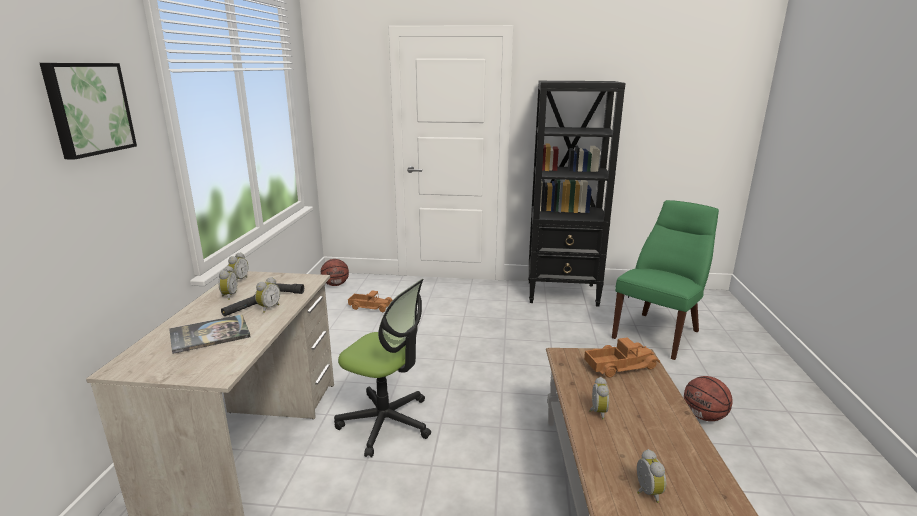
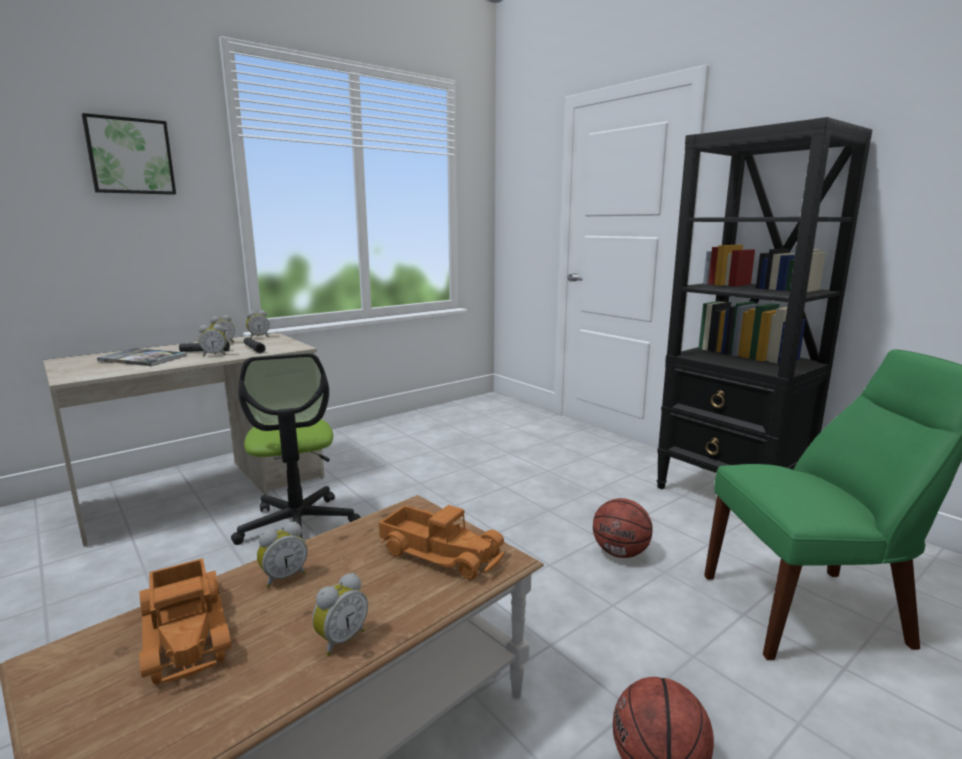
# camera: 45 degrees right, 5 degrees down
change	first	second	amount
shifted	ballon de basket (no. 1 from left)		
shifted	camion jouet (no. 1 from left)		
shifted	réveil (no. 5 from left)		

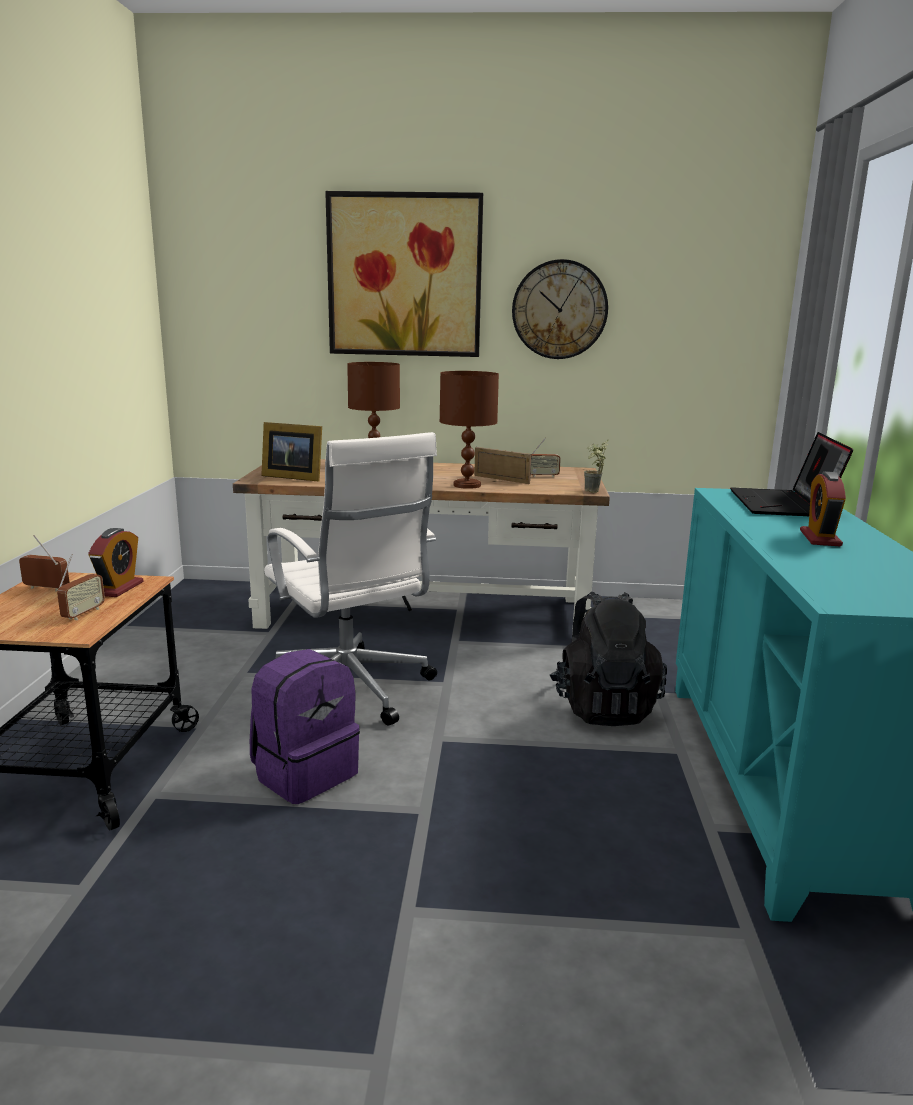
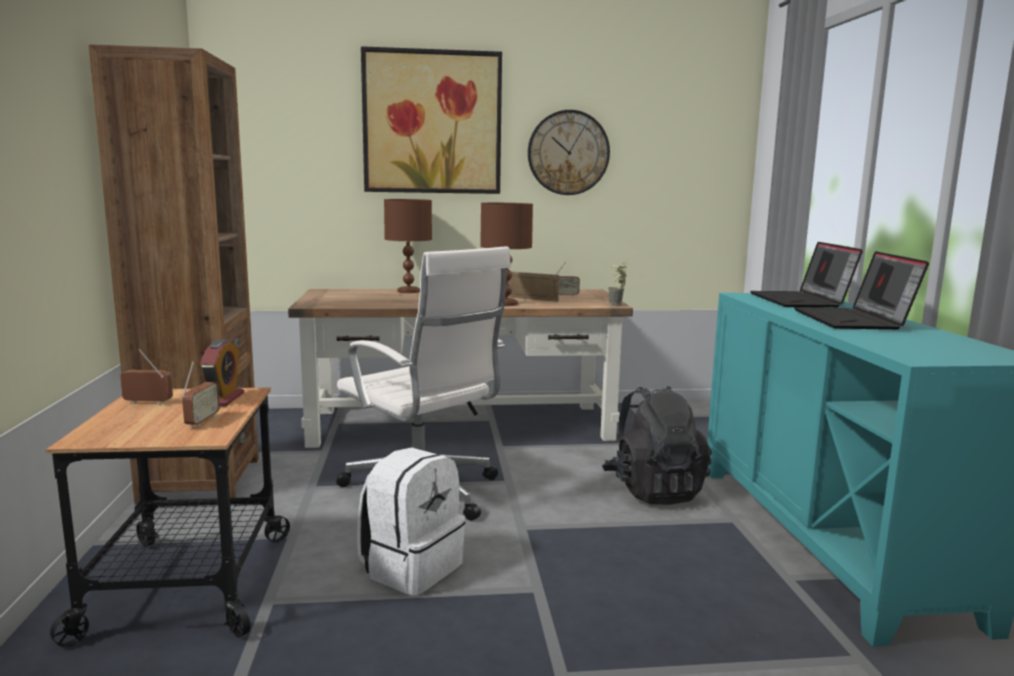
# camera: 10 degrees left, 5 degrees down
change	first	second	amount
repainted	sac à dos (violet)	sac à dos (blanc)	
gone	cadre photo (no. 1 from left)		
swapped	réveil (no. 2 from left)	ordinateur portable (no. 2 from left)	
new		bibliothèque (marron)	

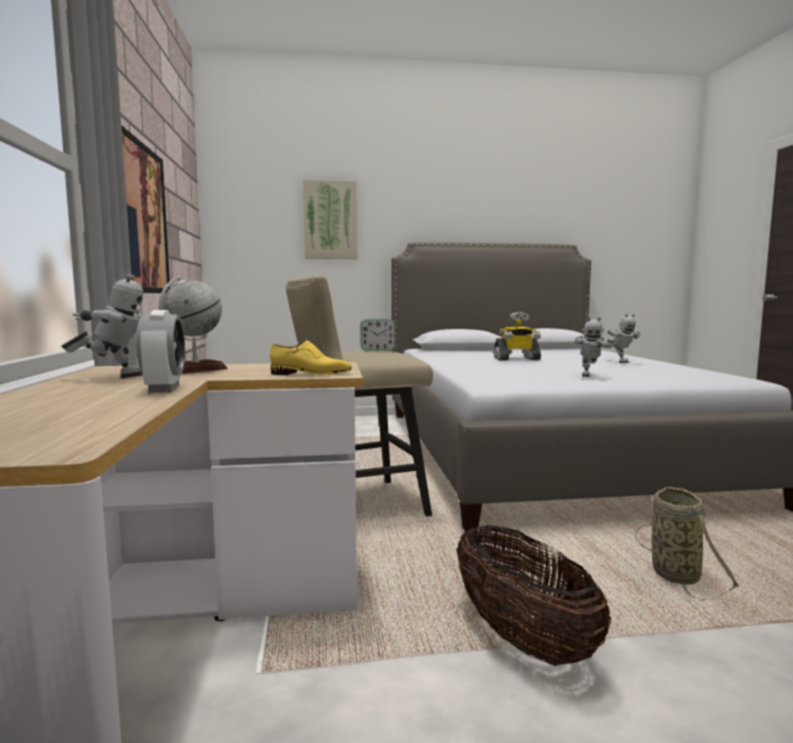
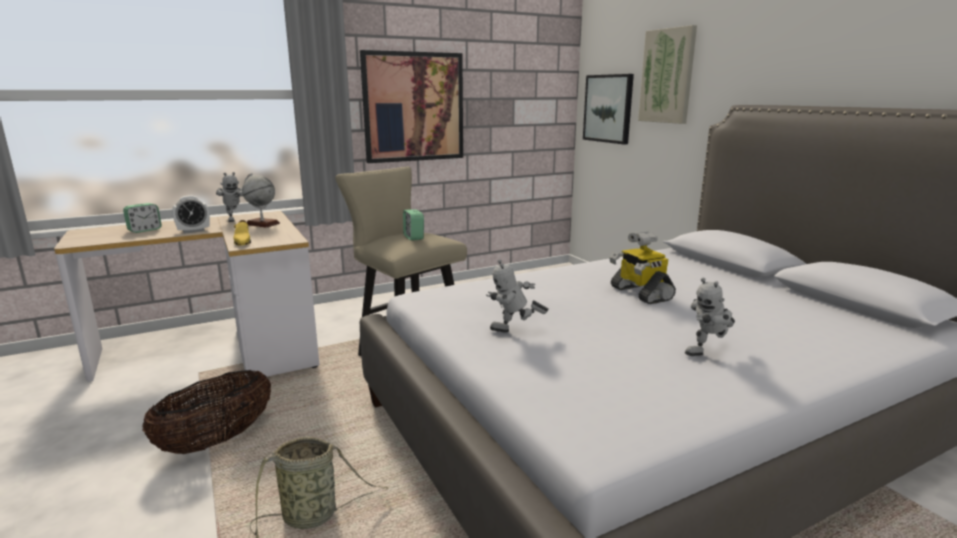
# camera: 70 degrees right, 10 degrees up
change	first	second	amount
new		réveil (no. 1 from left)	
new		tableau (no. 2 from left)	

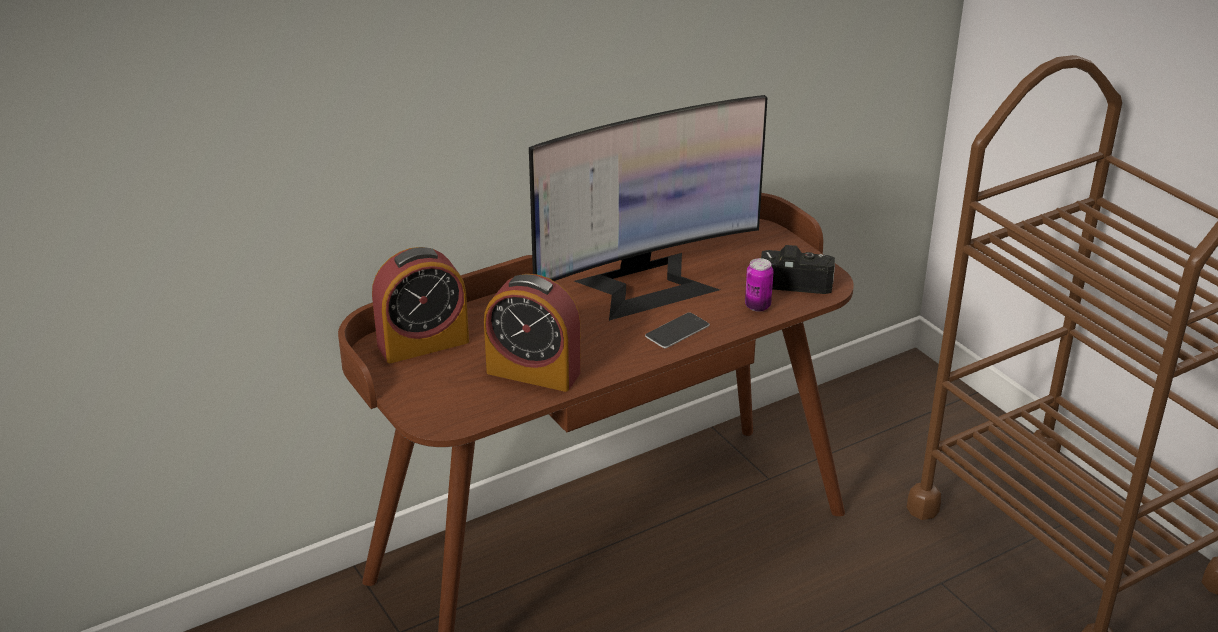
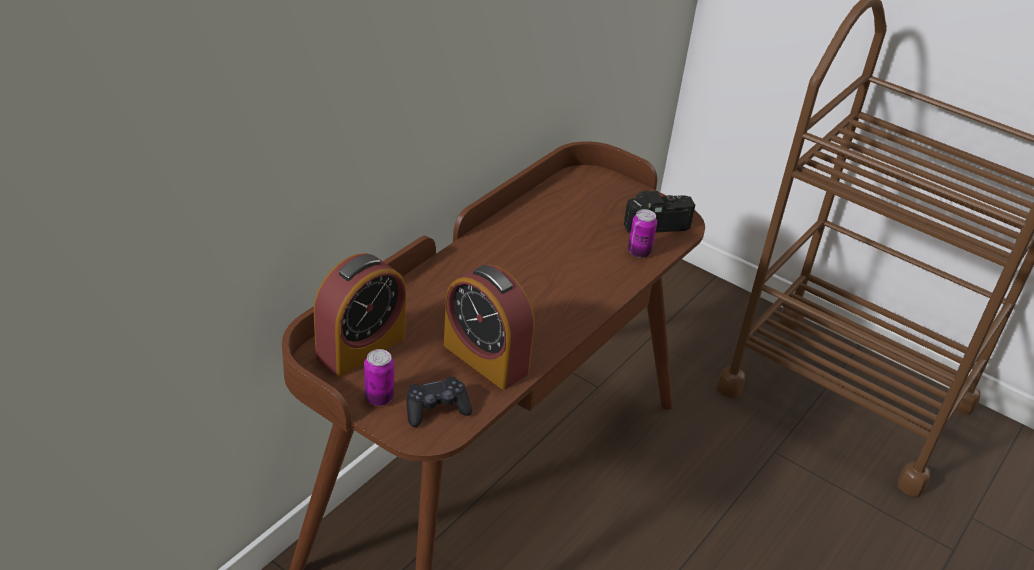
# camera: 25 degrees left, 5 degrees up
change	first	second	amount
rotated	réveil (no. 2 from left)		45 degrees clockwise
gone	écran d'ordinateur		
gone	téléphone		
new		boîte métallique (no. 1 from left)	
new		manette (noir)	

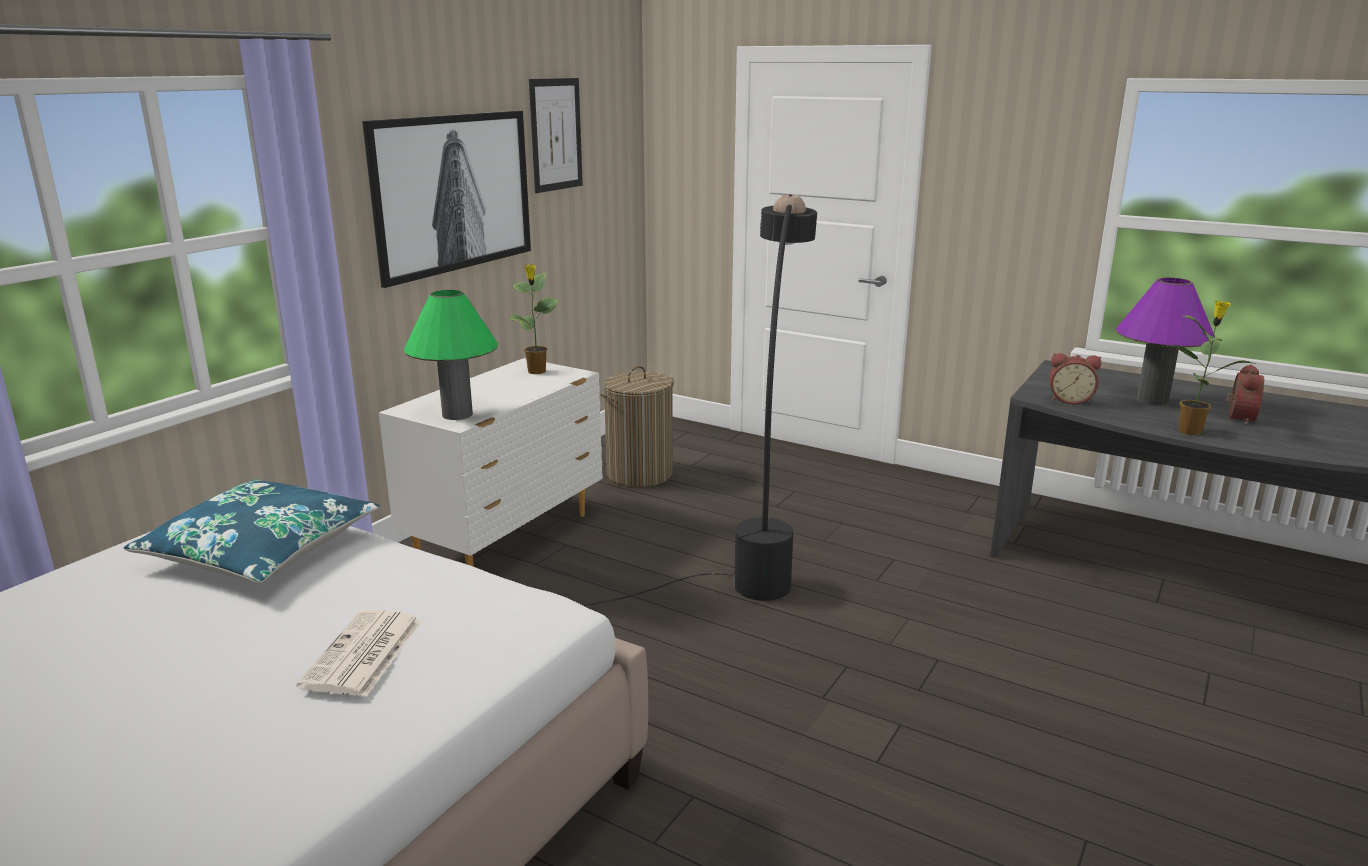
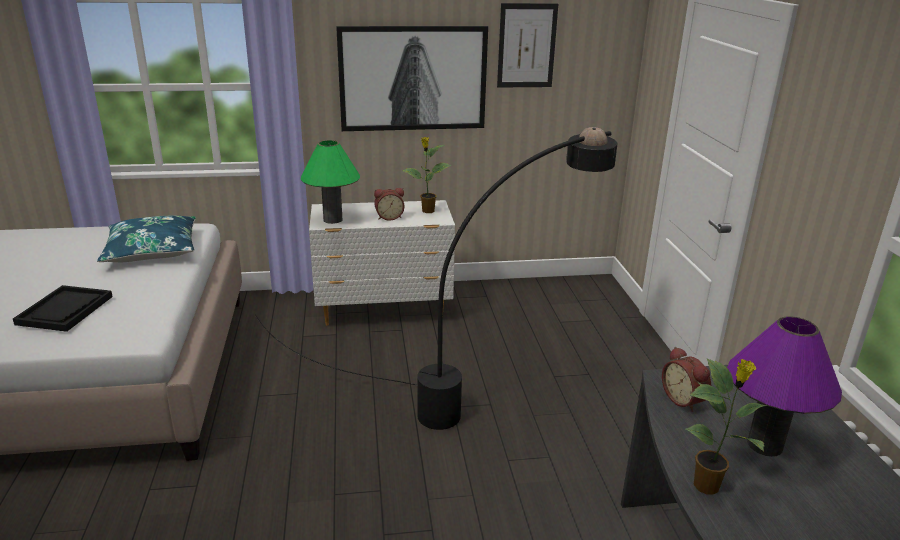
# camera: 50 degrees right, 5 degrees up
change	first	second	amount
swapped	journal	plateau (noir)	
gone	panier à linge		
shifted	réveil (no. 2 from left in the first image)	réveil (no. 1 from left)	

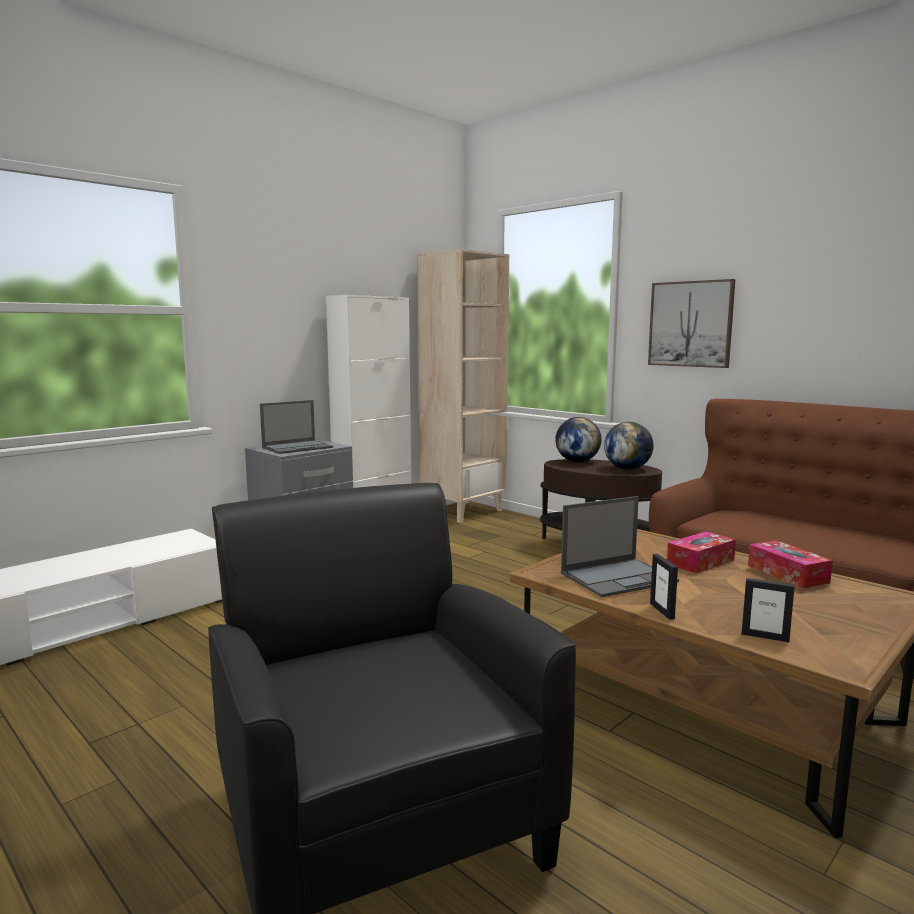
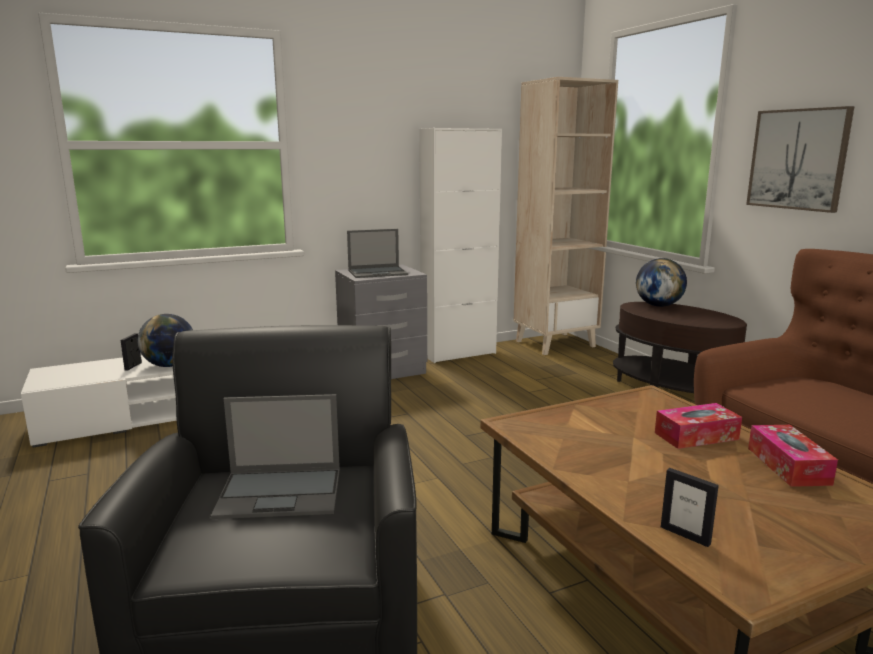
# camera: 20 degrees right, 5 degrees up
change	first	second	amount
shifted	ordinateur portable (no. 2 from left in the first image)	ordinateur portable (no. 1 from left)	
shifted	globe (no. 2 from left in the first image)	globe (no. 1 from left)	
shifted	cadre photo (no. 1 from left)		

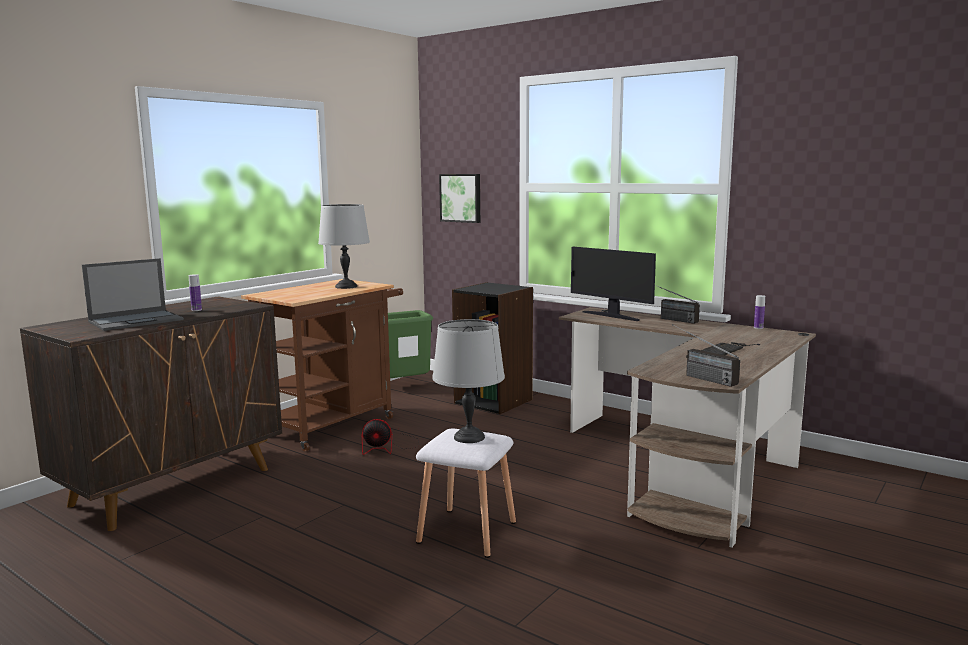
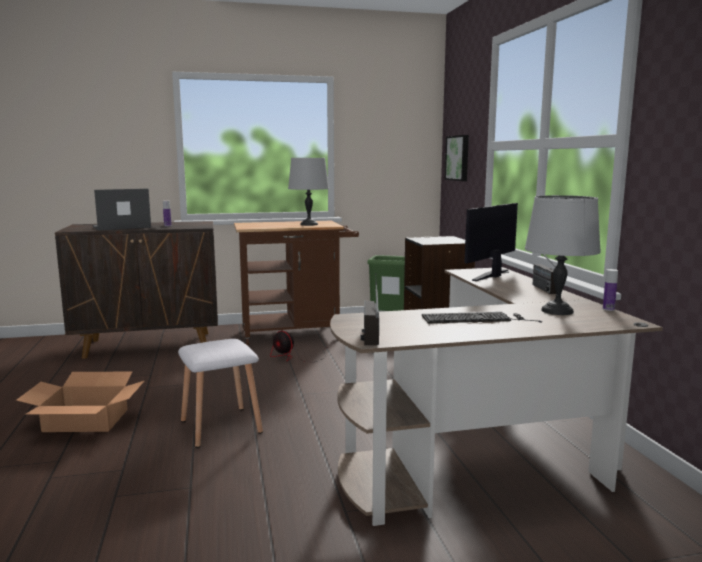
# camera: 40 degrees right, 0 degrees up
change	first	second	amount
rotated	ordinateur portable		150 degrees clockwise
shifted	lampe de table (gris) (no. 2 from left)		
rotated	écran d'ordinateur		45 degrees clockwise
new		carton	

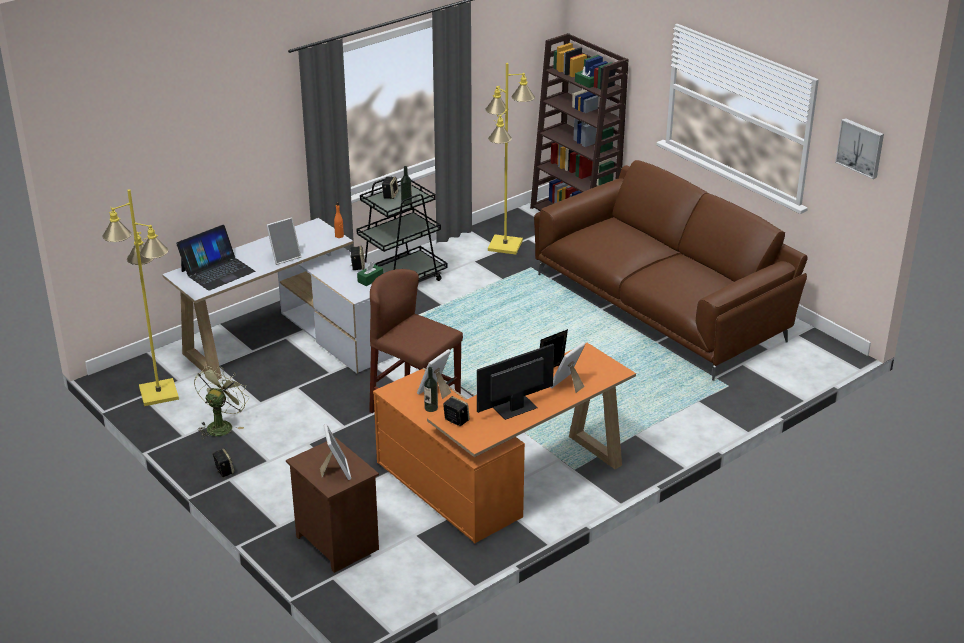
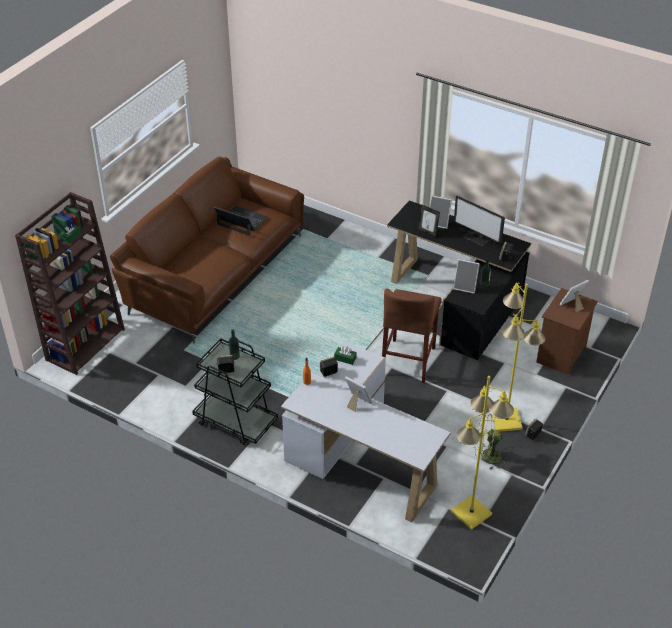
# camera: 110 degrees left, 10 degrees up
change	first	second	amount
shifted	ordinateur portable		
repainted	bureau (orange)	bureau (noir)	
shifted	lampadaire (jaune) (no. 2 from left)		
gone	tableau		

